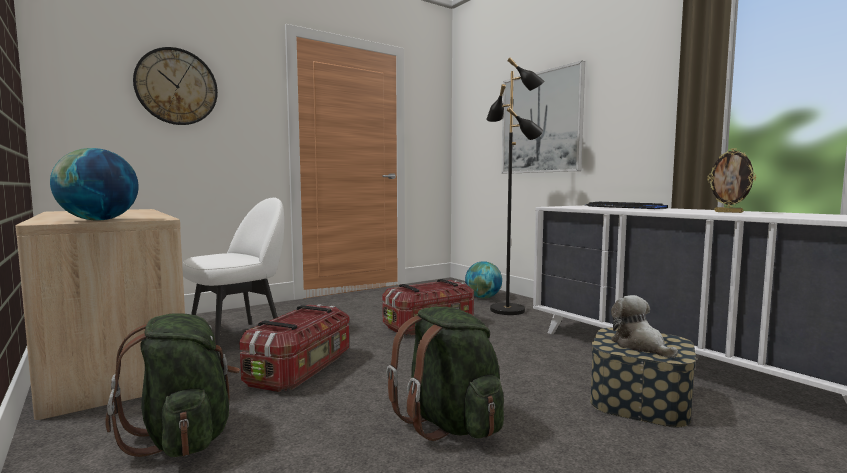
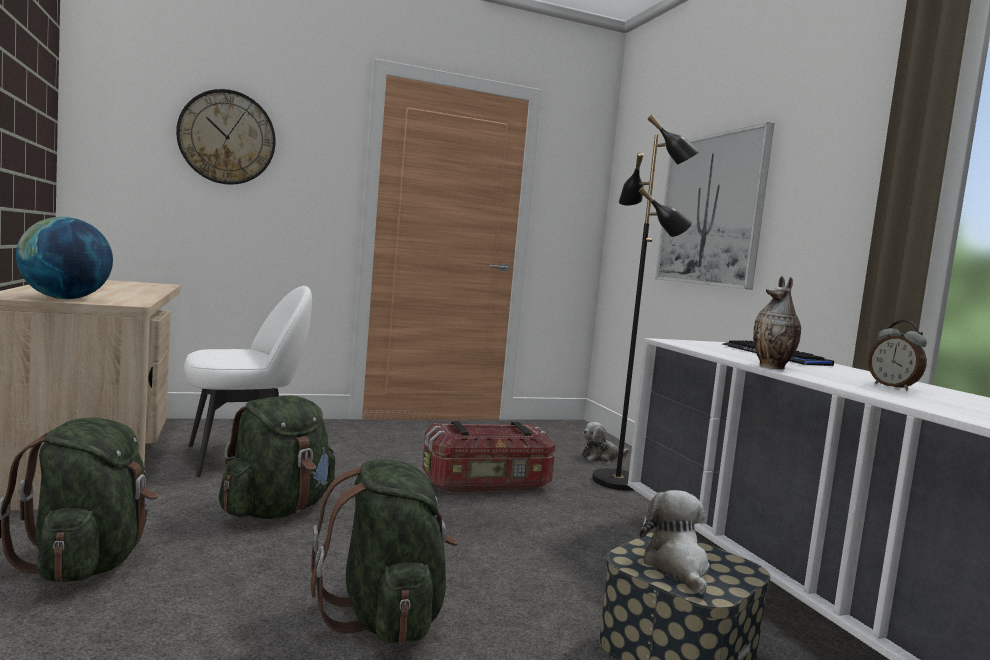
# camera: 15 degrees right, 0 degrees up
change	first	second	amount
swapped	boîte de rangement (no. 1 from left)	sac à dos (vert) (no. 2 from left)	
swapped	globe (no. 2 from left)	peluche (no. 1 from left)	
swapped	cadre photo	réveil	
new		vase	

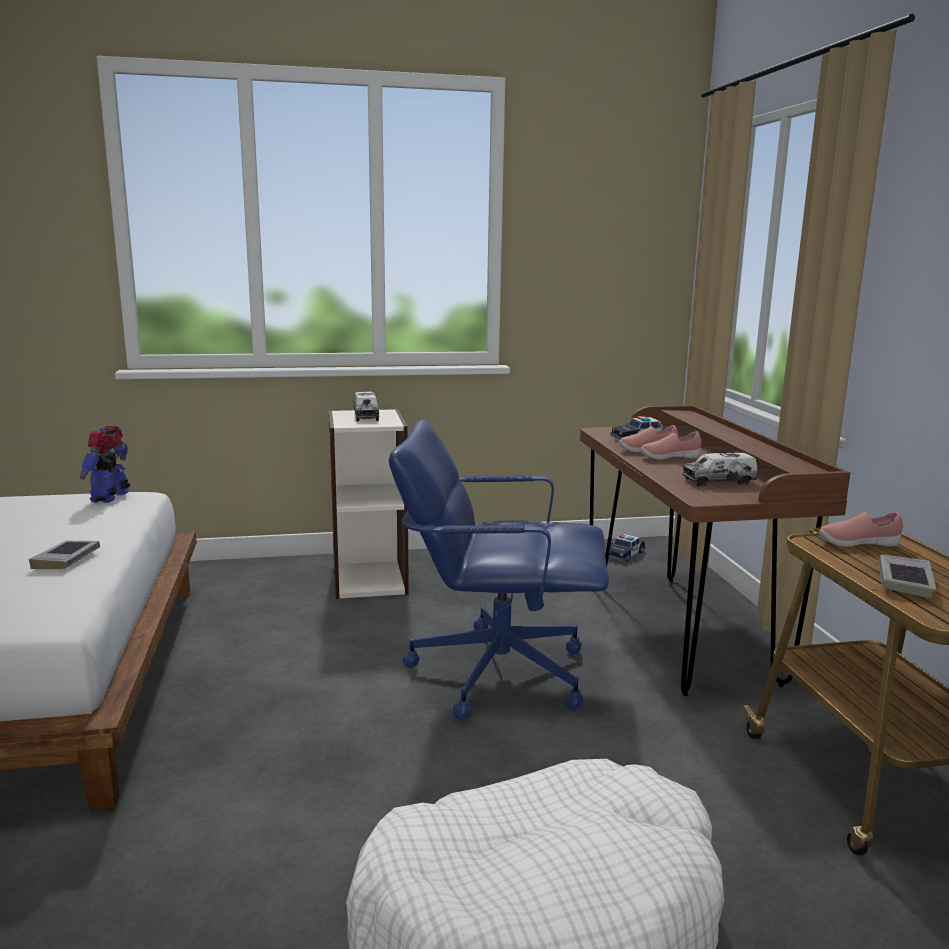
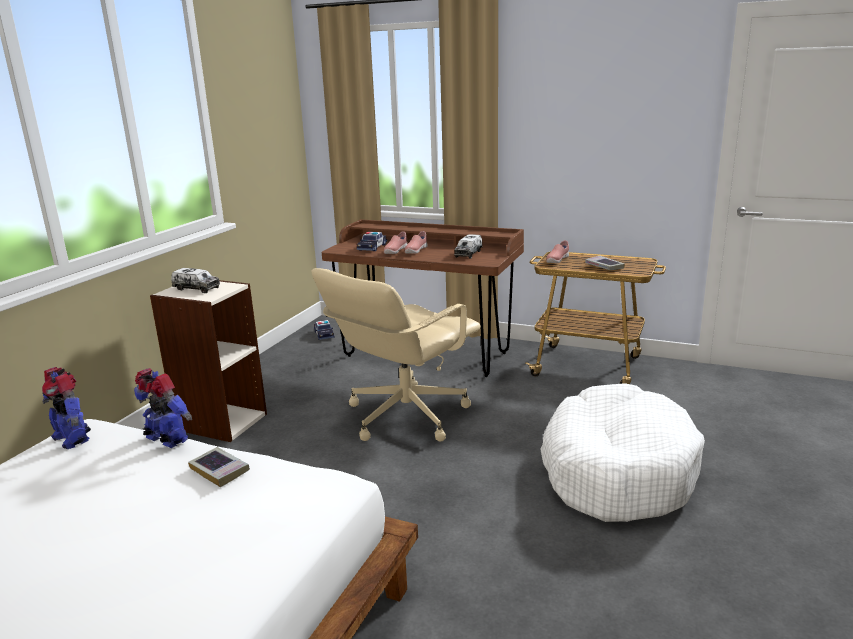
# camera: 55 degrees left, 5 degrees up
change	first	second	amount
repainted	chaise de bureau (bleu)	chaise de bureau (beige)	
new		robot jouet (no. 2 from left)	

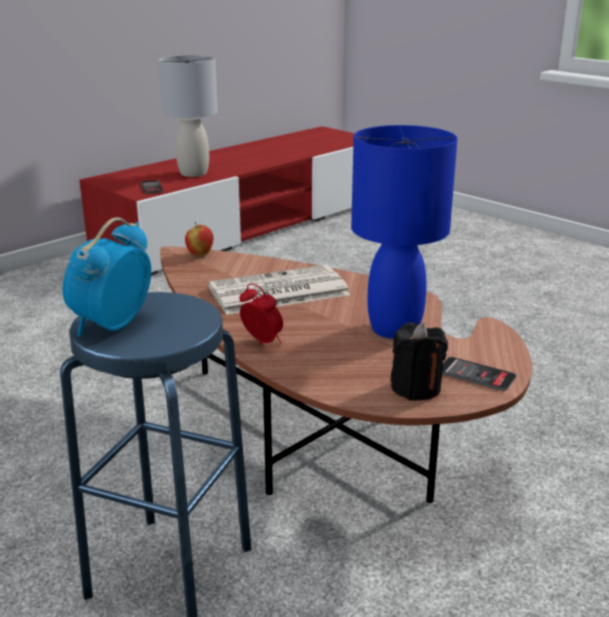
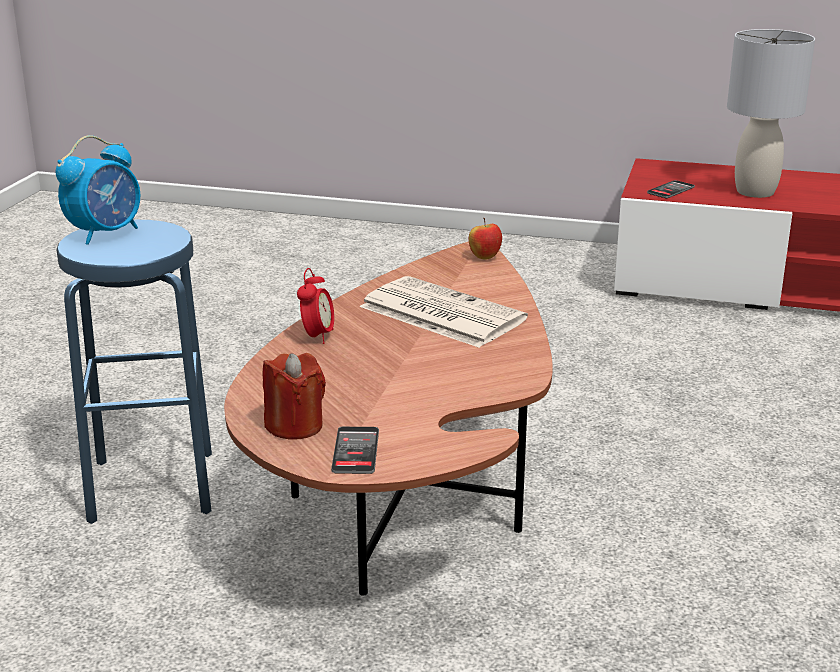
# camera: 60 degrees right, 0 degrees up
change	first	second	amount
rotated	réveil (no. 1 from left)		135 degrees clockwise
gone	lampe de table (bleu)		
repainted	bougie (noir)	bougie (rouge)	

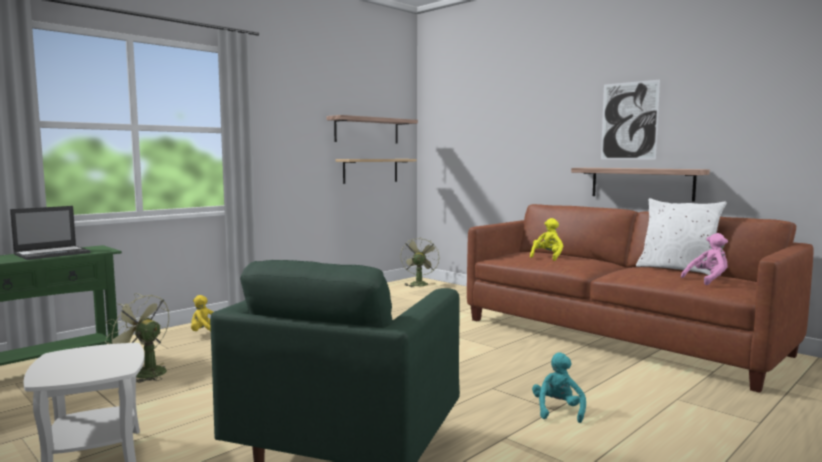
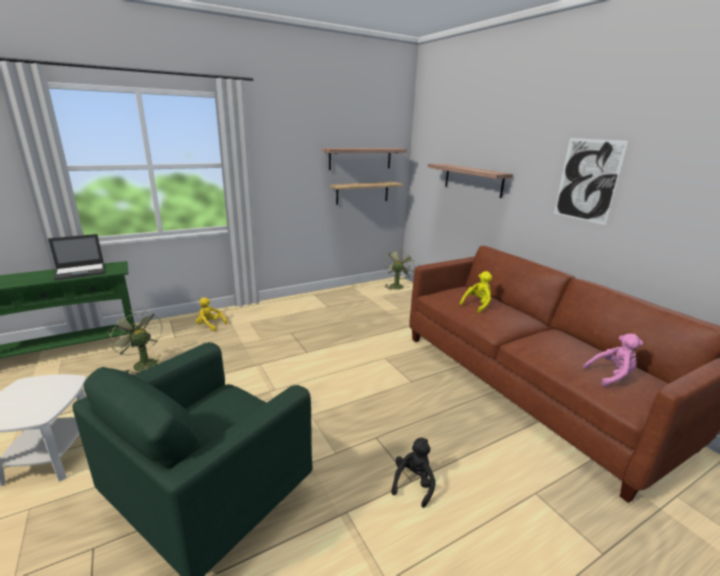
# camera: 15 degrees right, 15 degrees up
change	first	second	amount
repainted	peluche (turquoise)	peluche (noir)	
shifted	étagère (no. 3 from left)		
gone	coussin (blanc)		

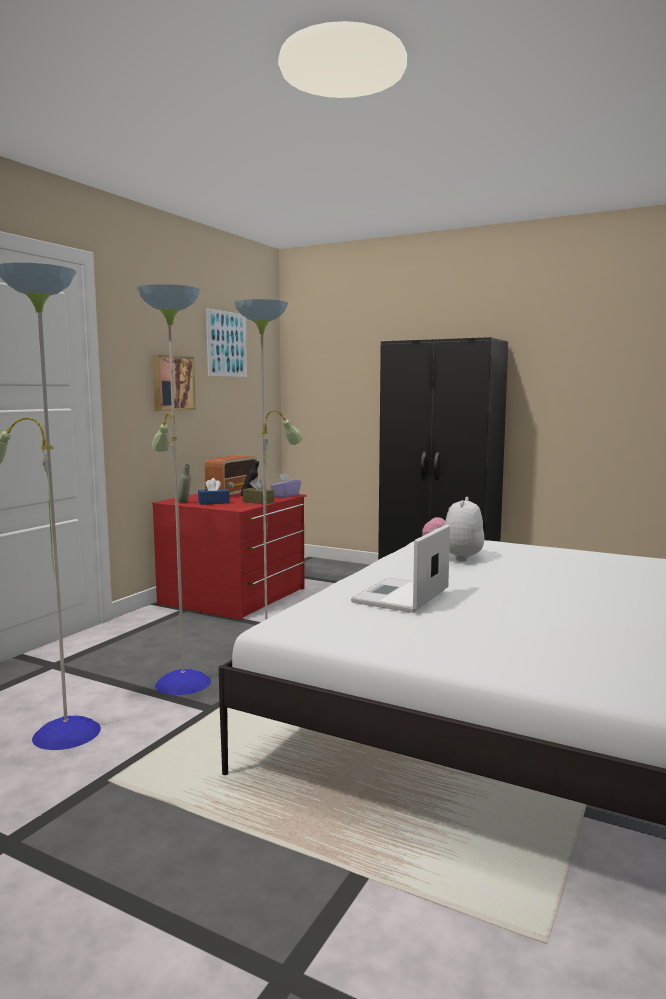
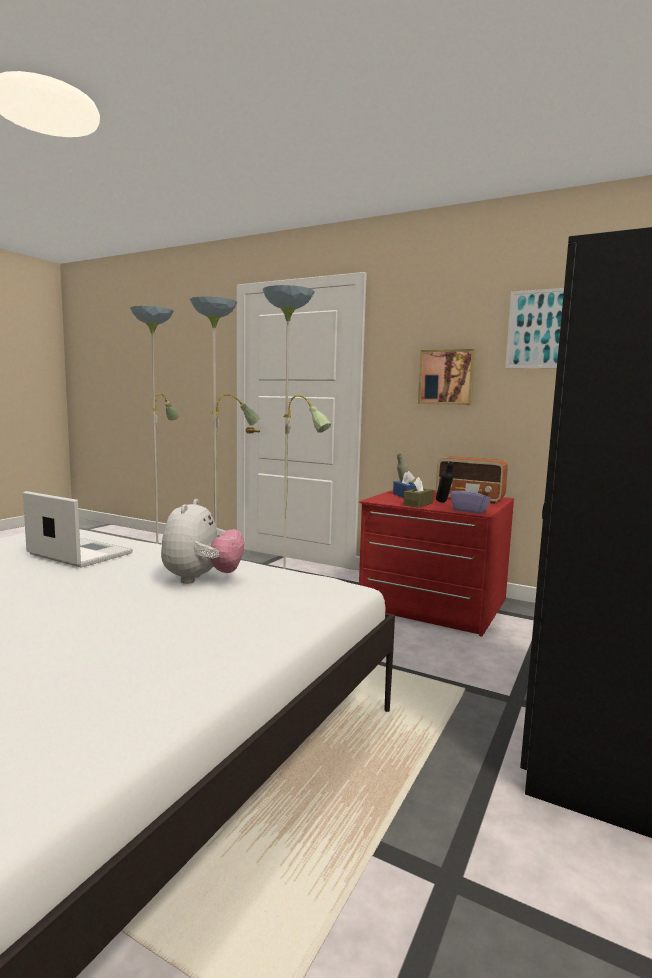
# camera: 90 degrees right, 0 degrees up
change	first	second	amount
rotated	peluche		75 degrees clockwise

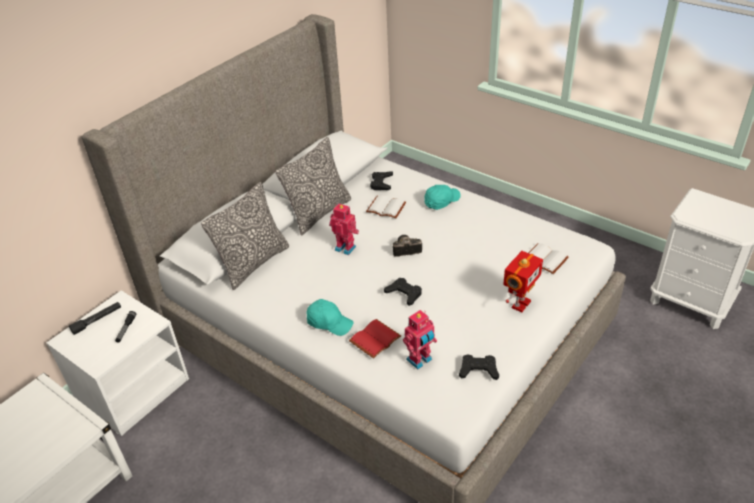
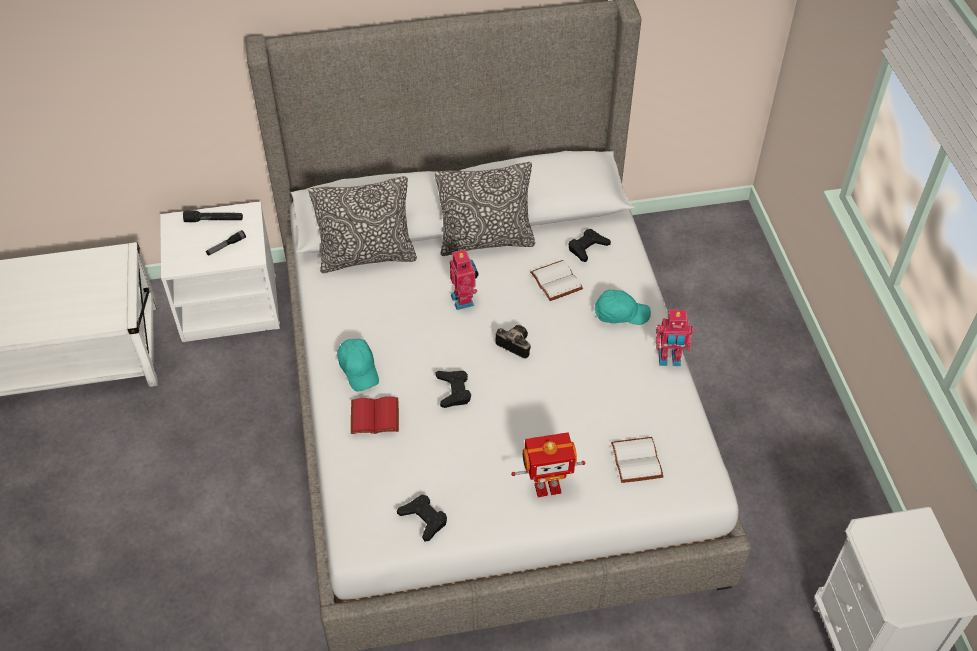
# camera: 40 degrees right, 10 degrees up
change	first	second	amount
shifted	robot jouet (no. 2 from left in the first image)	robot jouet (no. 3 from left)	

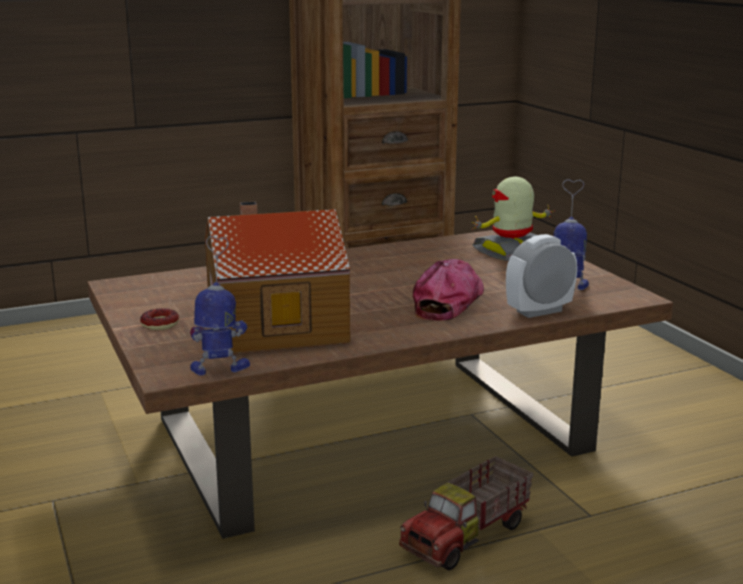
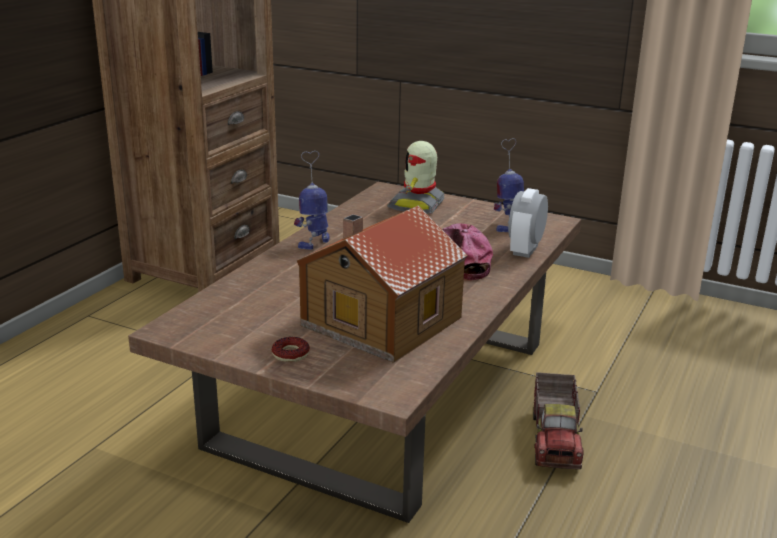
# camera: 40 degrees left, 5 degrees up
change	first	second	amount
shifted	robot jouet (no. 1 from left)		

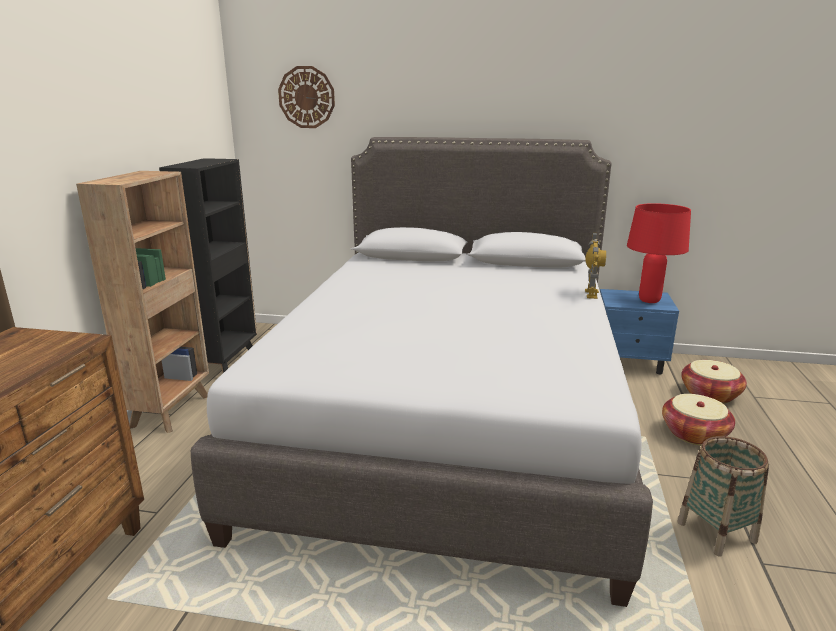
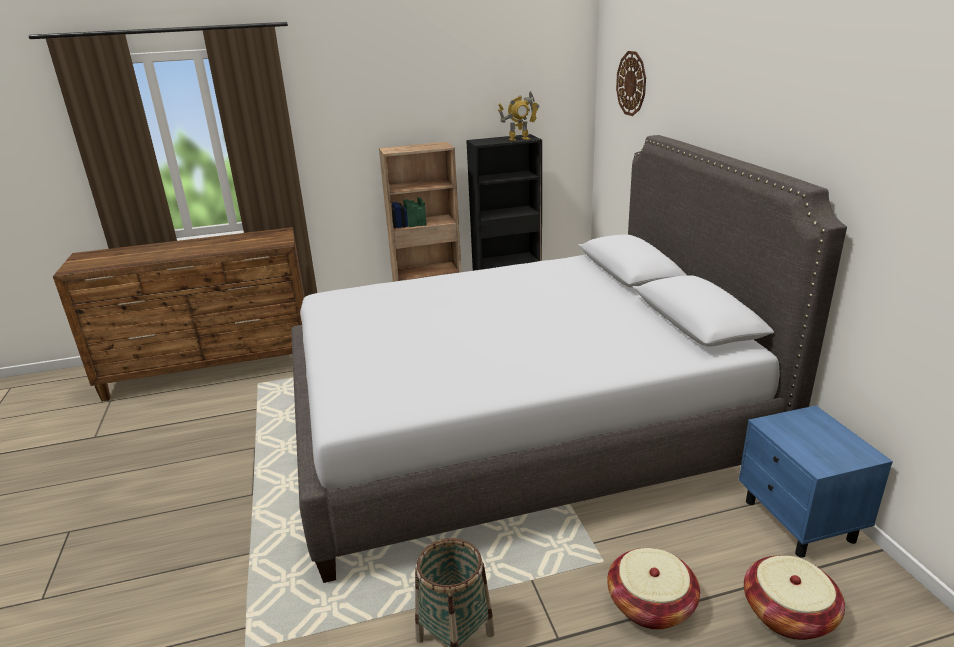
# camera: 65 degrees right, 5 degrees up
change	first	second	amount
shifted	robot jouet		
gone	lampe de table (rouge)		

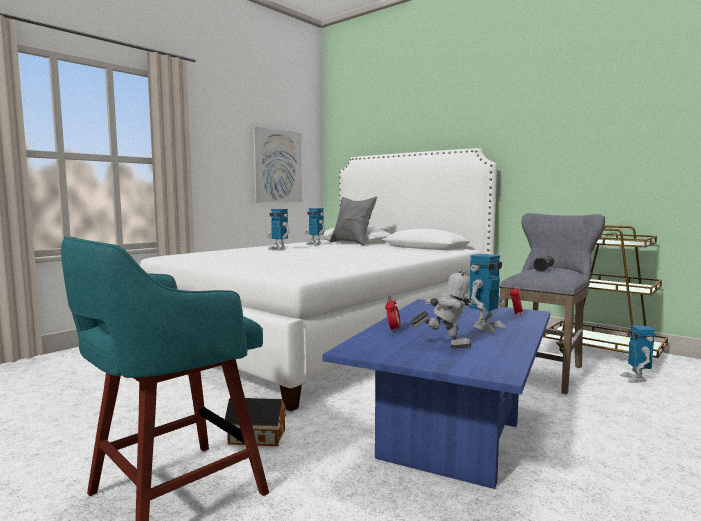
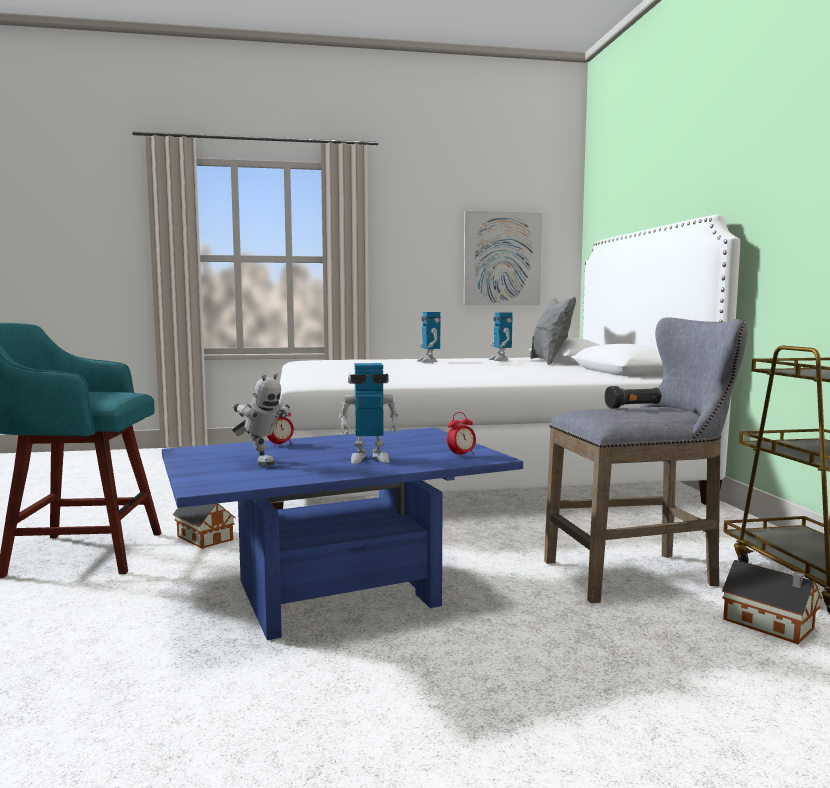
# camera: 40 degrees right, 0 degrees up
change	first	second	amount
swapped	robot jouet (no. 5 from left)	maison miniature (no. 2 from left)	

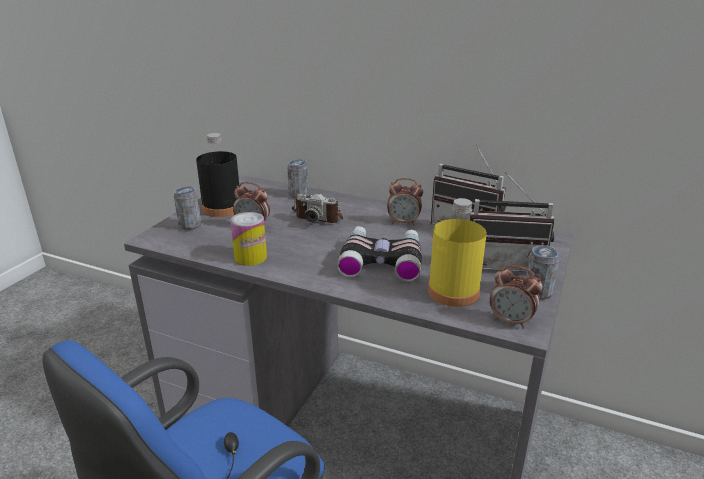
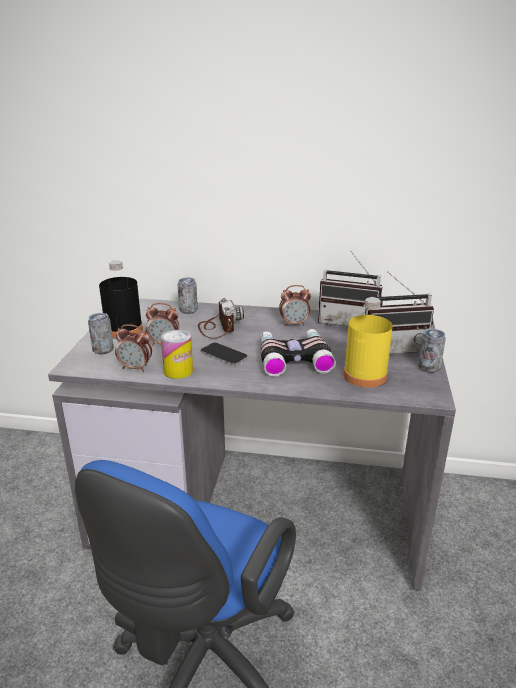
# camera: 15 degrees left, 0 degrees up
change	first	second	amount
rotated	appareil photo		105 degrees counterclockwise
shifted	réveil (no. 3 from left in the first image)	réveil (no. 1 from left)	
new		téléphone	

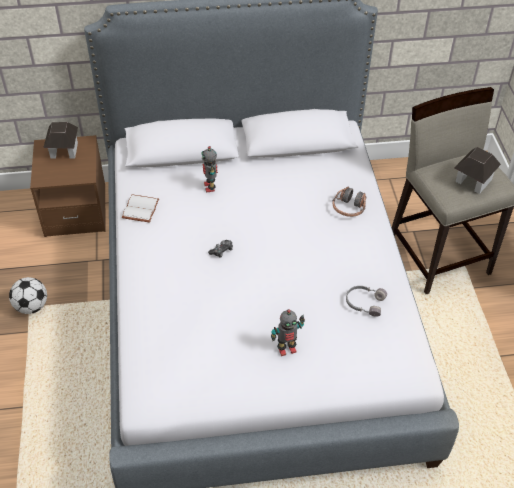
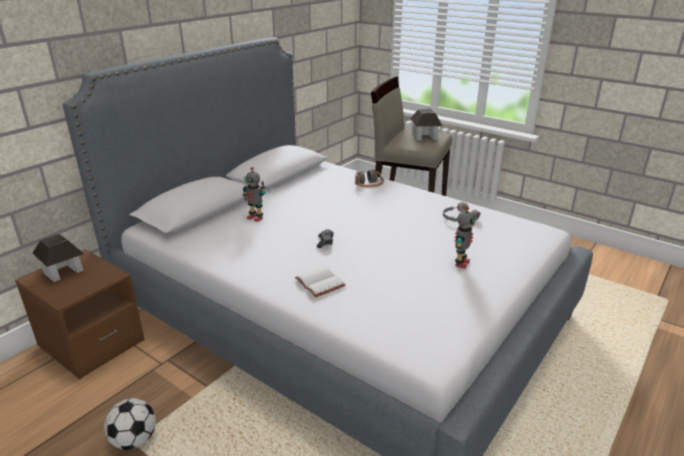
# camera: 45 degrees left, 20 degrees down
change	first	second	amount
shifted	livre (blanc)		

